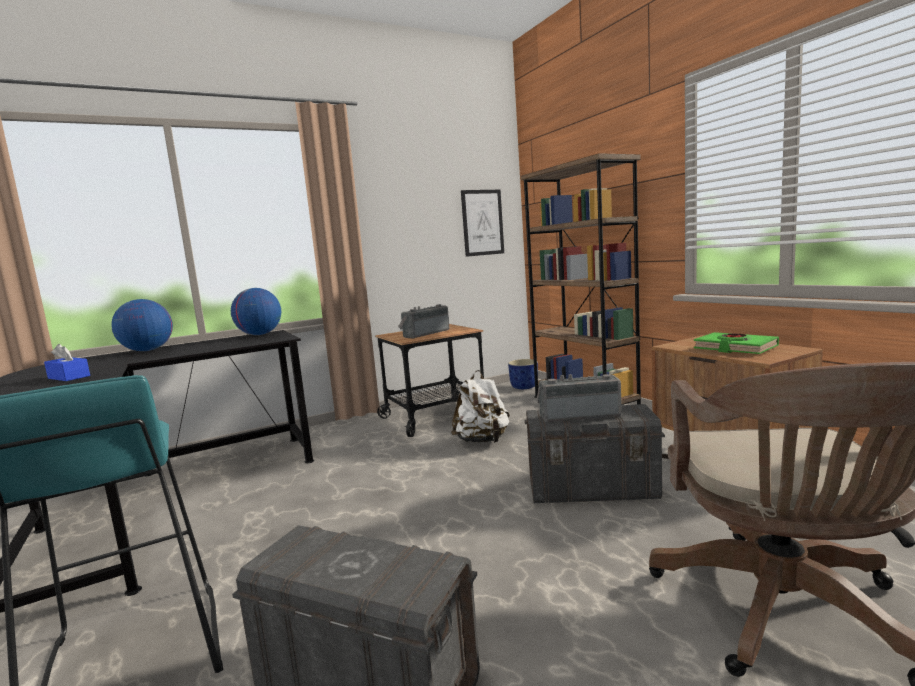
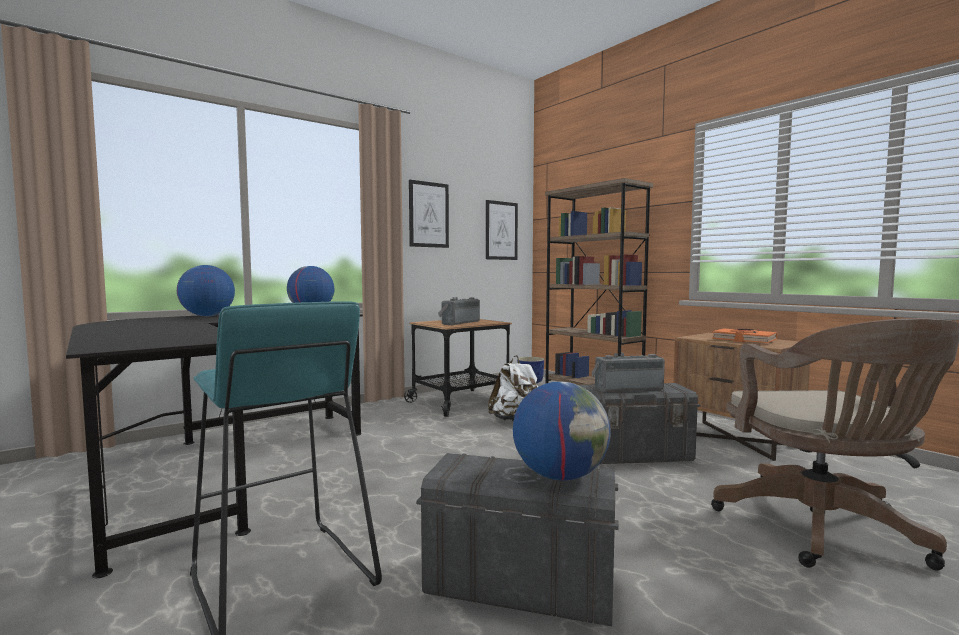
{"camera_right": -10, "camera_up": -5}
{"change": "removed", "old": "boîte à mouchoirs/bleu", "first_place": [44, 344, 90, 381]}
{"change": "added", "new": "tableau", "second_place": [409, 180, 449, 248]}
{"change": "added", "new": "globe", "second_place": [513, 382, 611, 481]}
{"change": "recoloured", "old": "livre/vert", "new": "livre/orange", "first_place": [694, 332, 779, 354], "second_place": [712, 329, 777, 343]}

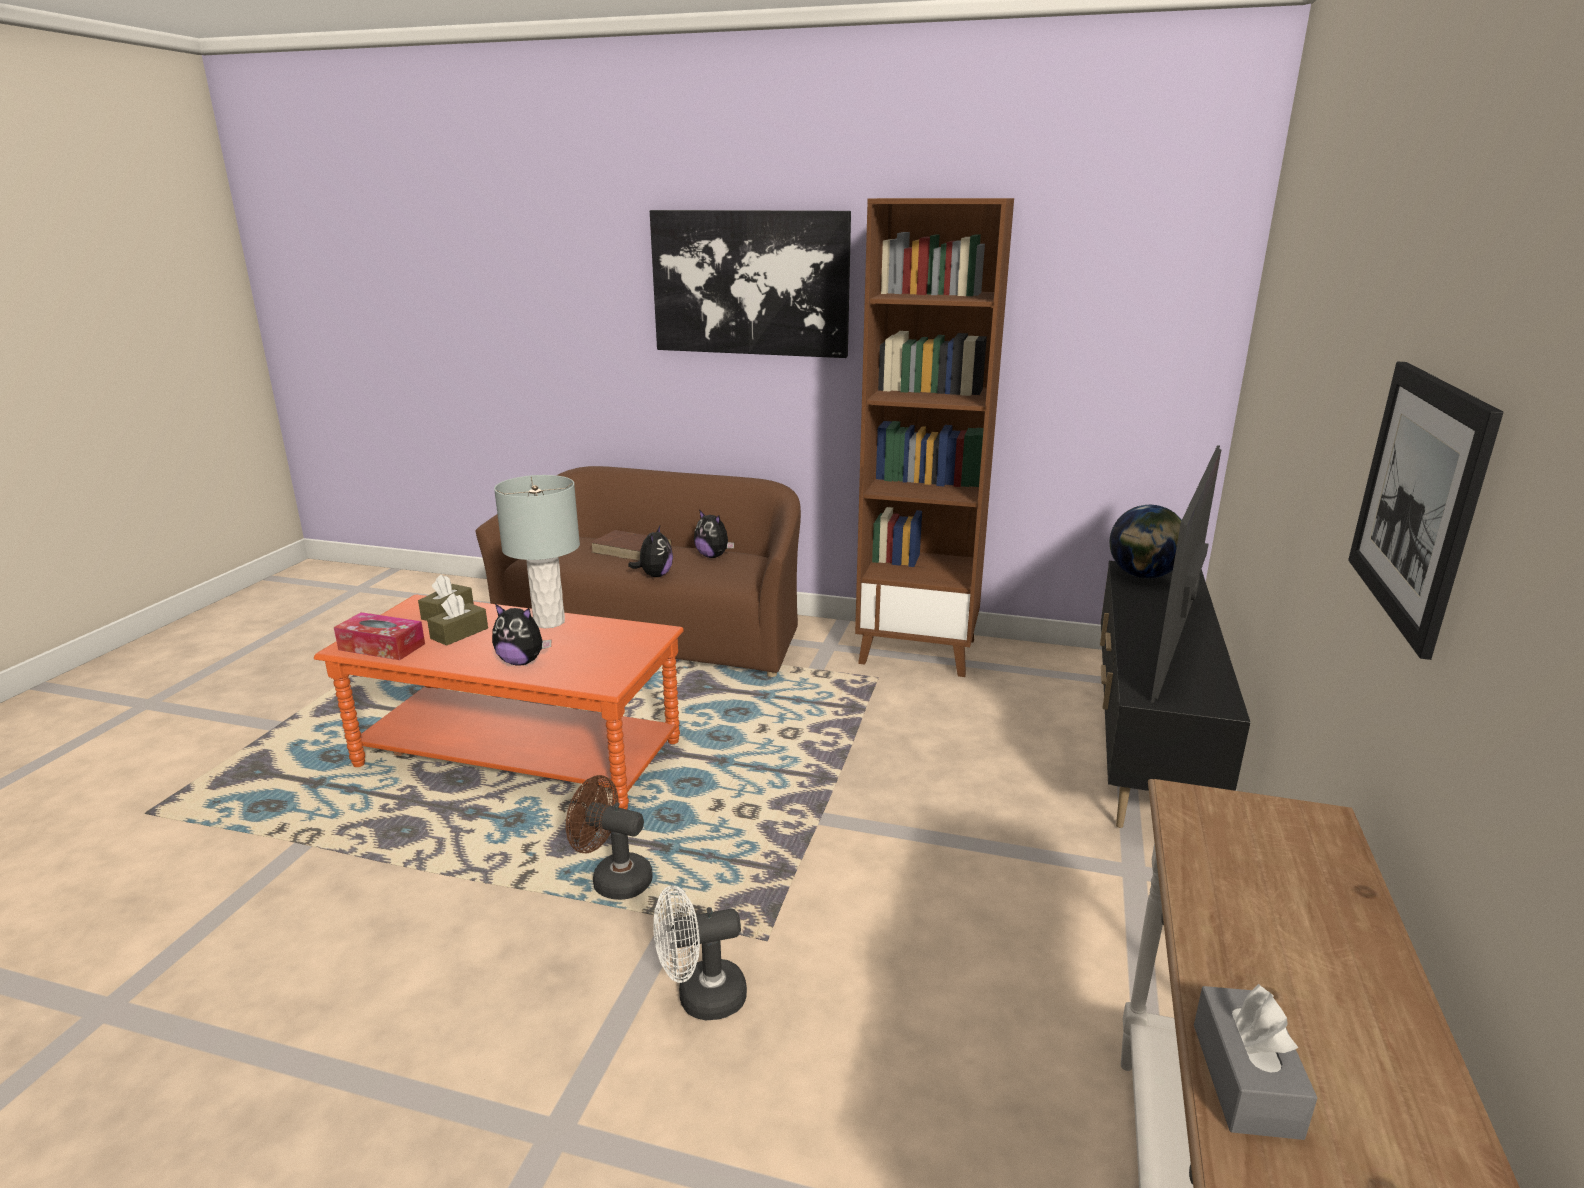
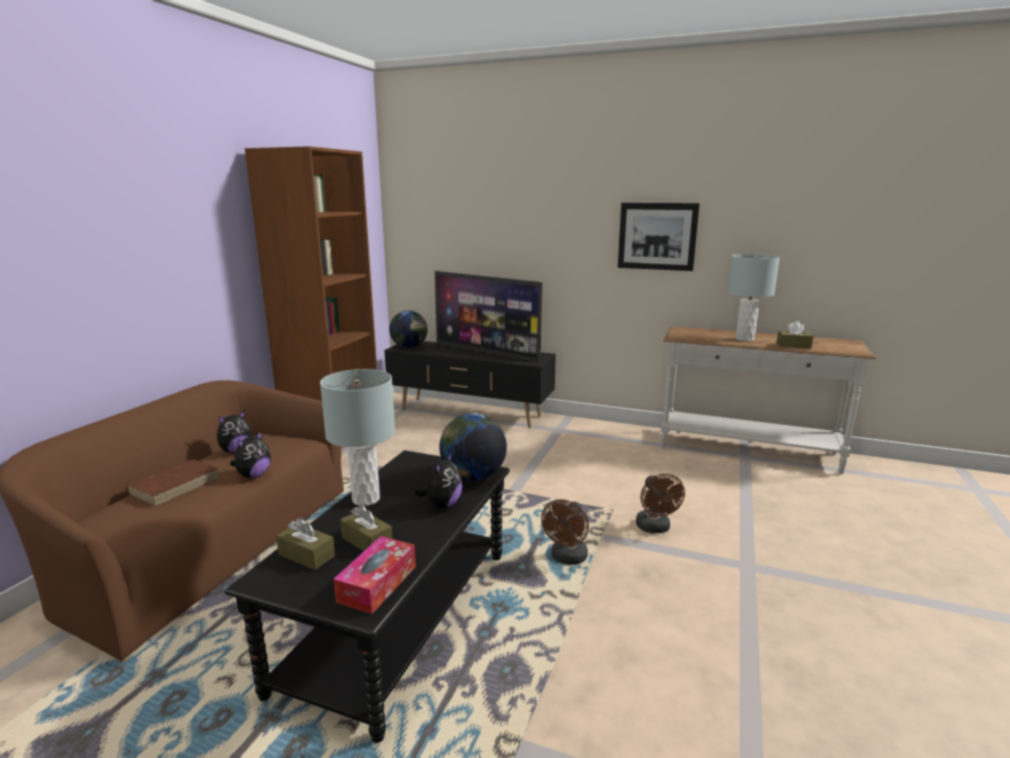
{"camera_right": -85, "camera_up": -5}
{"change": "removed", "old": "tableau", "first_place": [650, 210, 851, 358]}
{"change": "added", "new": "globe", "second_place": [439, 413, 507, 481]}
{"change": "added", "new": "lampe de table/gris", "second_place": [728, 254, 780, 341]}
{"change": "recoloured", "old": "table basse/orange", "new": "table basse/noir", "first_place": [314, 595, 684, 809], "second_place": [224, 450, 510, 743]}
{"change": "recoloured", "old": "ventilateur/blanc", "new": "ventilateur/marron", "first_place": [653, 886, 747, 1020], "second_place": [636, 474, 685, 533]}
{"change": "recoloured", "old": "boîte à mouchoirs/gris", "new": "boîte à mouchoirs/marron", "first_place": [1194, 984, 1317, 1140], "second_place": [777, 321, 813, 349]}
{"change": "turned", "old": "peluche", "first_place": [628, 526, 673, 577], "second_place": [230, 431, 271, 478], "degrees": 105}

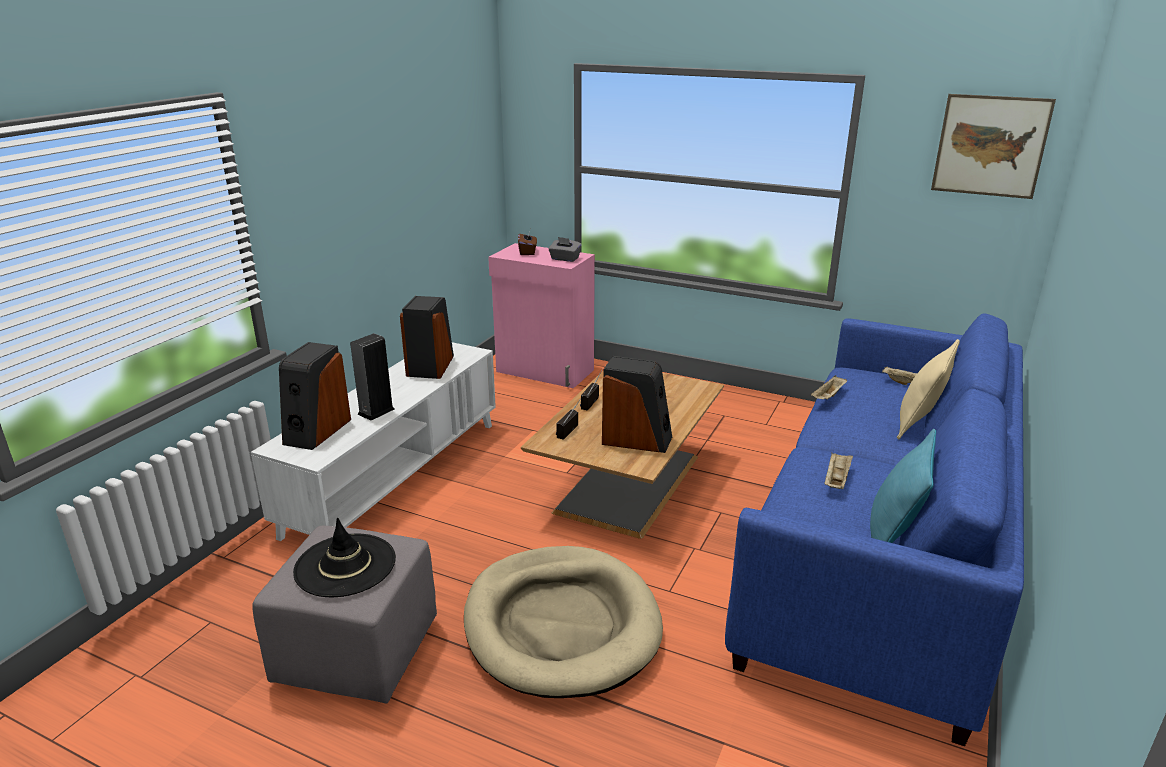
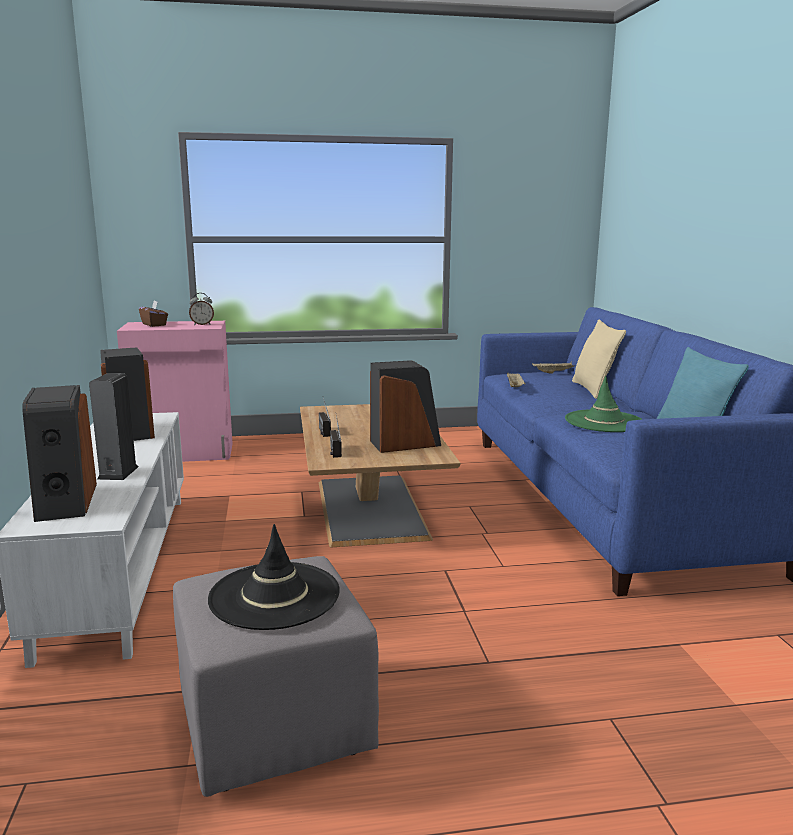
{"camera_right": -35, "camera_up": -10}
{"change": "removed", "old": "panier pour chien/beige", "first_place": [464, 546, 663, 698]}
{"change": "removed", "old": "tableau", "first_place": [931, 94, 1056, 199]}
{"change": "replaced", "old": "boîte à mouchoirs/gris", "new": "réveil", "first_place": [548, 237, 582, 262], "second_place": [189, 293, 214, 325]}
{"change": "replaced", "old": "plateau/beige", "new": "chapeau/vert", "first_place": [824, 453, 853, 489], "second_place": [565, 376, 643, 432]}

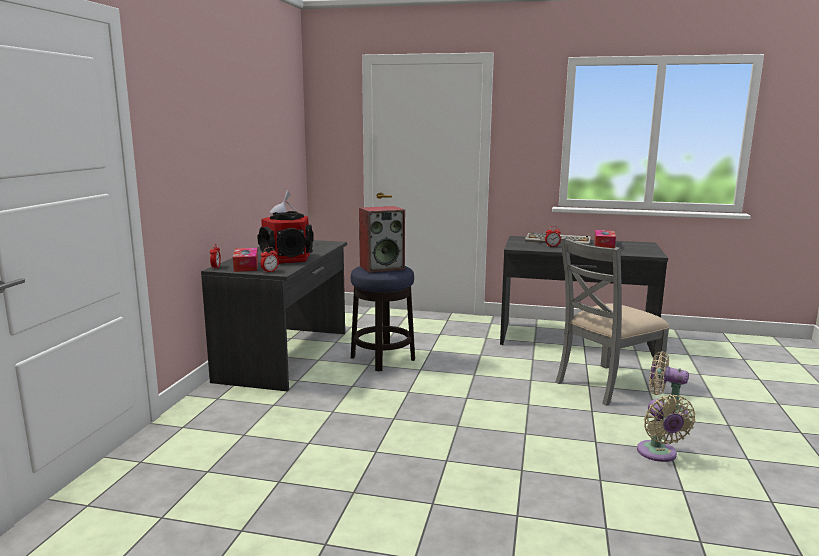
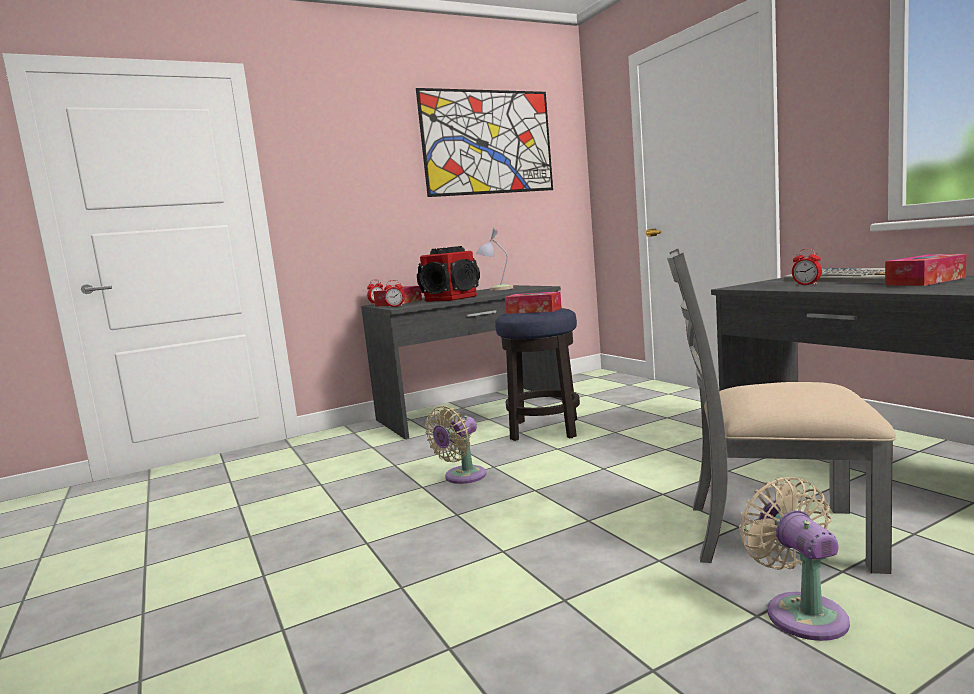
{"camera_right": 50, "camera_up": -5}
{"change": "added", "new": "tableau", "second_place": [416, 88, 553, 197]}
{"change": "moved", "old": "ventilateur/beige", "first_place": [637, 395, 696, 462], "second_place": [425, 406, 486, 484]}
{"change": "replaced", "old": "enceinte", "new": "boîte à mouchoirs", "first_place": [359, 206, 405, 273], "second_place": [505, 291, 562, 314]}

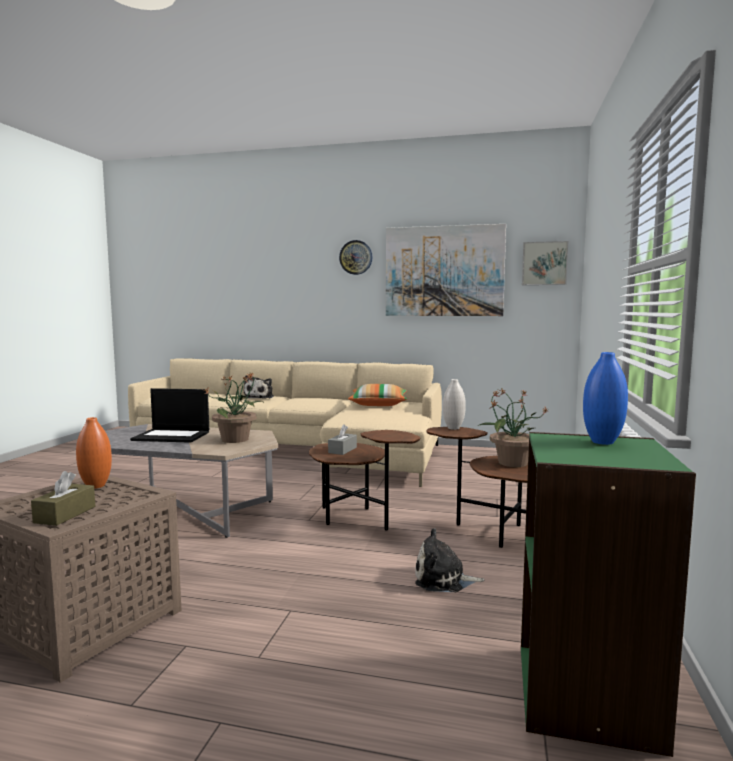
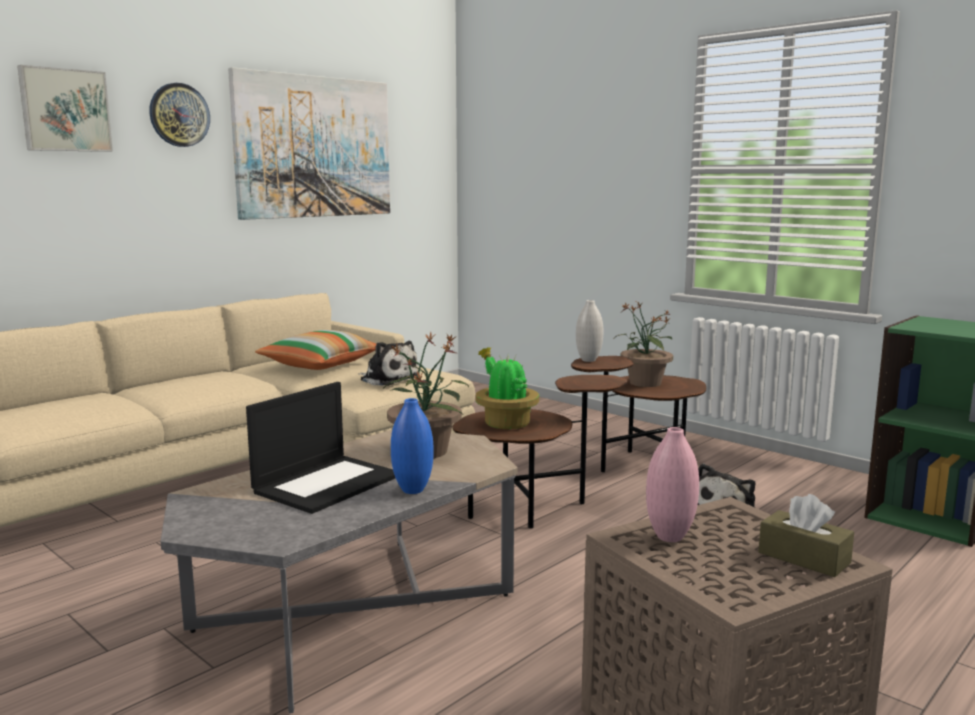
{"camera_right": -60, "camera_up": 5}
{"change": "moved", "old": "peluche", "first_place": [244, 375, 274, 399], "second_place": [359, 341, 418, 386]}
{"change": "moved", "old": "tableau", "first_place": [522, 241, 568, 285], "second_place": [17, 65, 113, 152]}
{"change": "moved", "old": "vase/bleu", "first_place": [583, 352, 628, 445], "second_place": [391, 398, 434, 494]}
{"change": "replaced", "old": "boîte à mouchoirs/gris", "new": "plante en pot", "first_place": [328, 424, 357, 455], "second_place": [476, 347, 539, 429]}
{"change": "recoloured", "old": "vase/orange", "new": "vase/rose", "first_place": [76, 417, 112, 489], "second_place": [646, 427, 699, 542]}

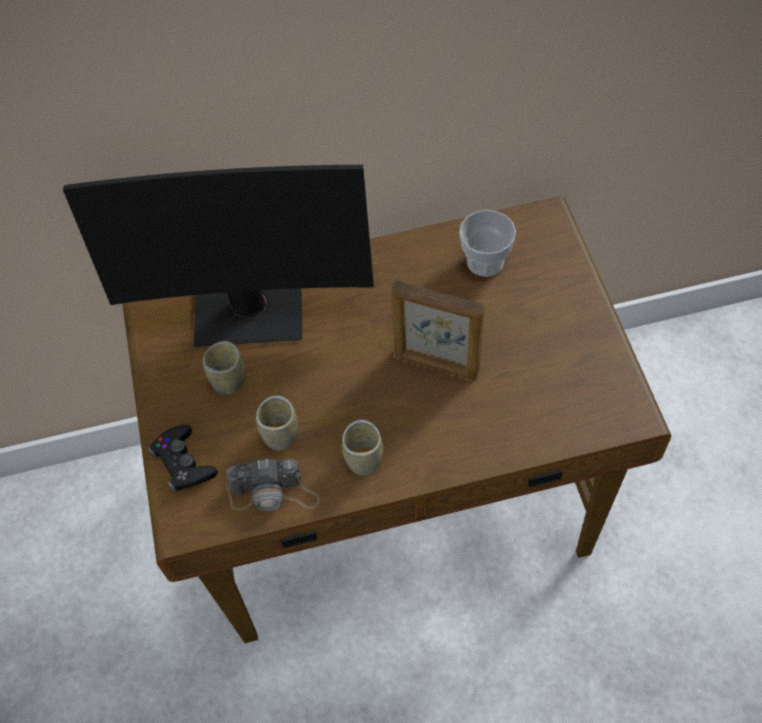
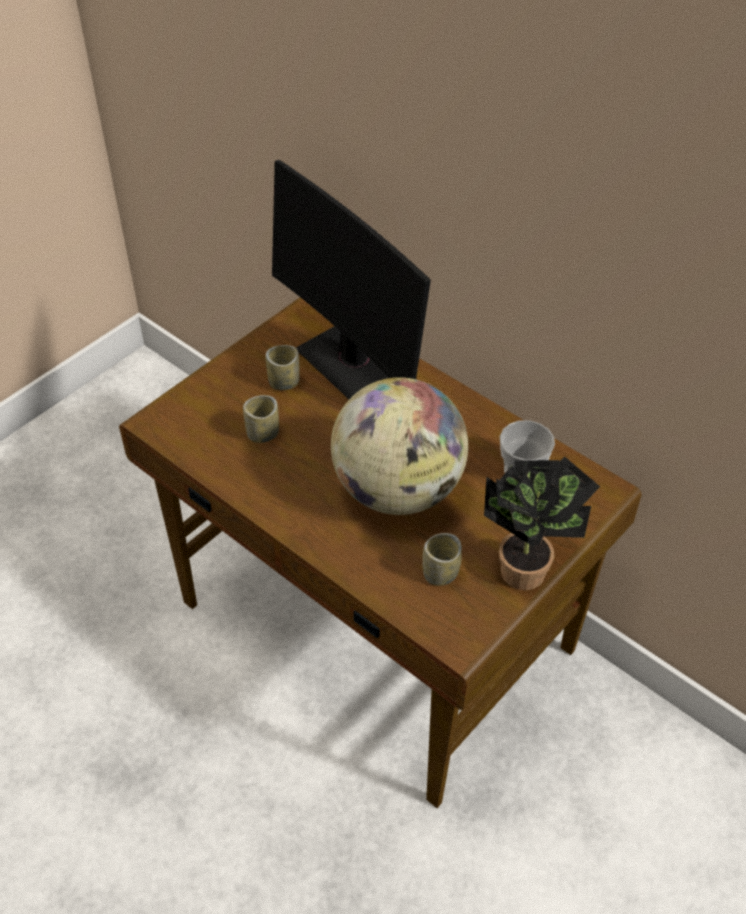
{"camera_right": 50, "camera_up": -10}
{"change": "removed", "old": "manette/noir", "first_place": [148, 425, 218, 492]}
{"change": "removed", "old": "appareil photo", "first_place": [226, 459, 320, 511]}
{"change": "added", "new": "plante en pot", "second_place": [484, 456, 600, 590]}
{"change": "moved", "old": "tasse", "first_place": [342, 420, 383, 476], "second_place": [422, 533, 462, 586]}
{"change": "replaced", "old": "cadre photo", "new": "globe", "first_place": [391, 280, 485, 380], "second_place": [331, 377, 468, 515]}

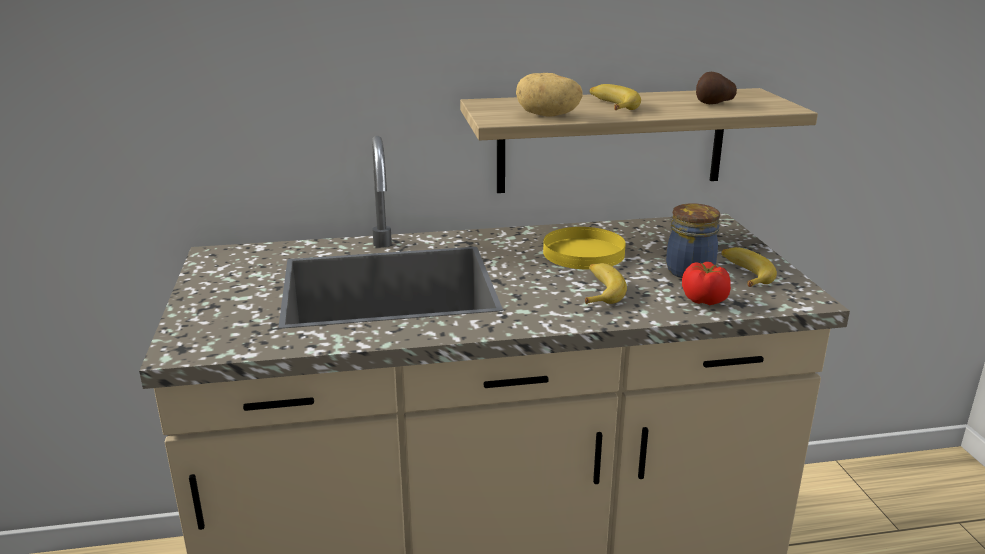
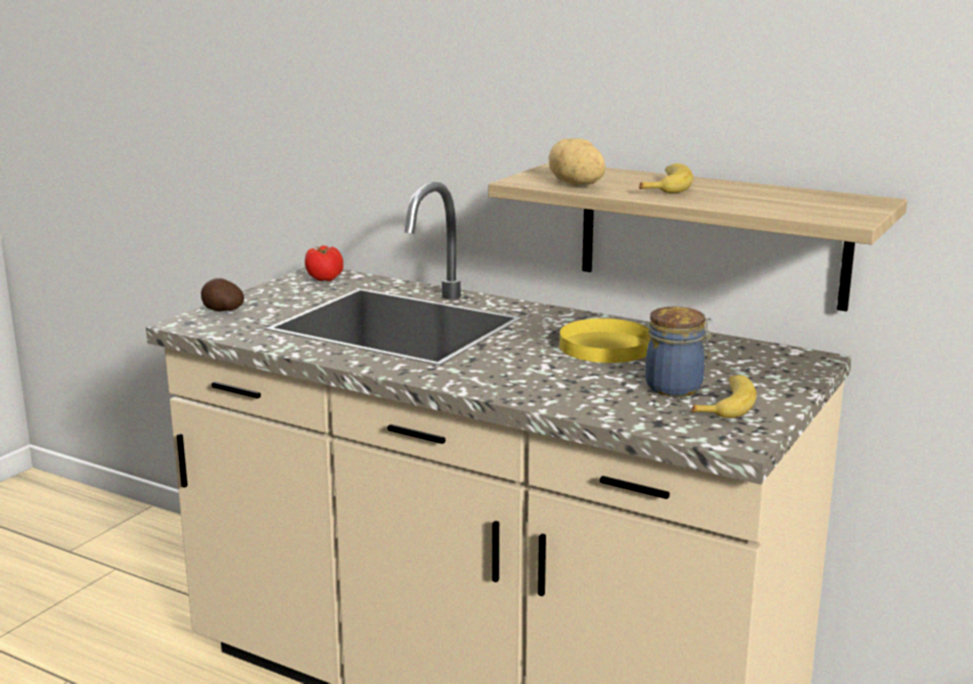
{"camera_right": 40, "camera_up": -5}
{"change": "removed", "old": "banane", "first_place": [585, 263, 627, 304]}
{"change": "moved", "old": "tomate", "first_place": [682, 262, 731, 305], "second_place": [305, 246, 343, 281]}
{"change": "moved", "old": "pomme de terre", "first_place": [696, 72, 737, 104], "second_place": [201, 278, 244, 312]}

